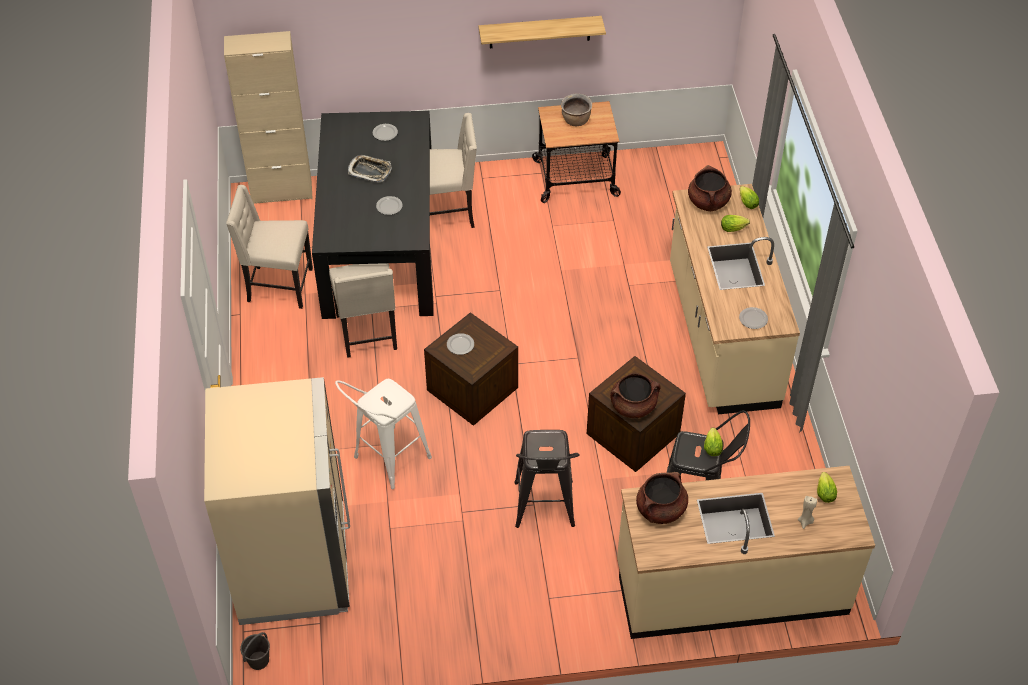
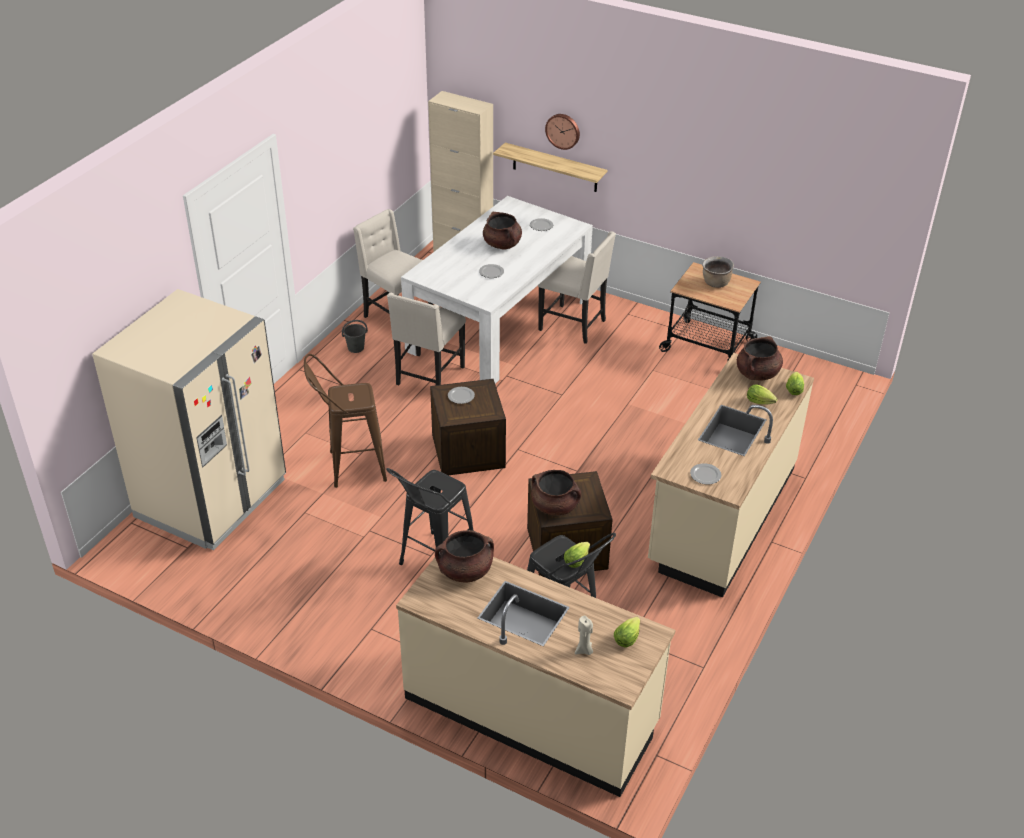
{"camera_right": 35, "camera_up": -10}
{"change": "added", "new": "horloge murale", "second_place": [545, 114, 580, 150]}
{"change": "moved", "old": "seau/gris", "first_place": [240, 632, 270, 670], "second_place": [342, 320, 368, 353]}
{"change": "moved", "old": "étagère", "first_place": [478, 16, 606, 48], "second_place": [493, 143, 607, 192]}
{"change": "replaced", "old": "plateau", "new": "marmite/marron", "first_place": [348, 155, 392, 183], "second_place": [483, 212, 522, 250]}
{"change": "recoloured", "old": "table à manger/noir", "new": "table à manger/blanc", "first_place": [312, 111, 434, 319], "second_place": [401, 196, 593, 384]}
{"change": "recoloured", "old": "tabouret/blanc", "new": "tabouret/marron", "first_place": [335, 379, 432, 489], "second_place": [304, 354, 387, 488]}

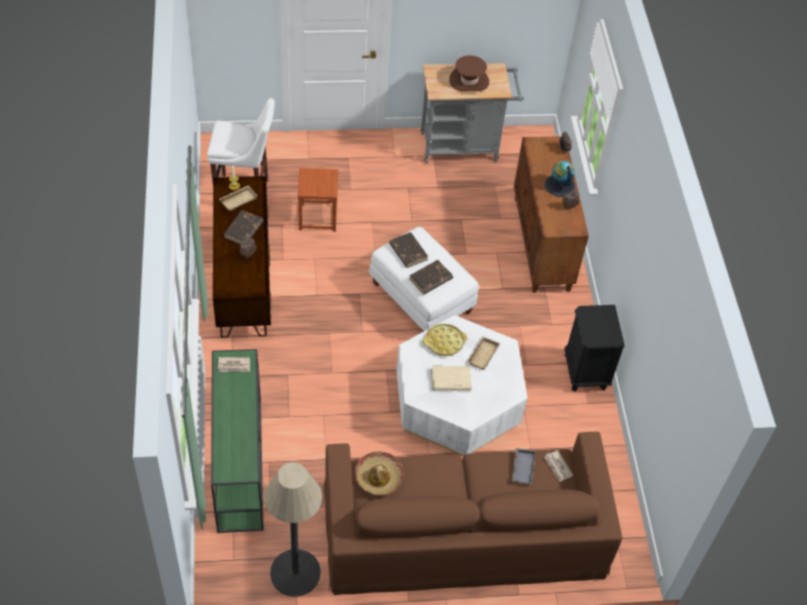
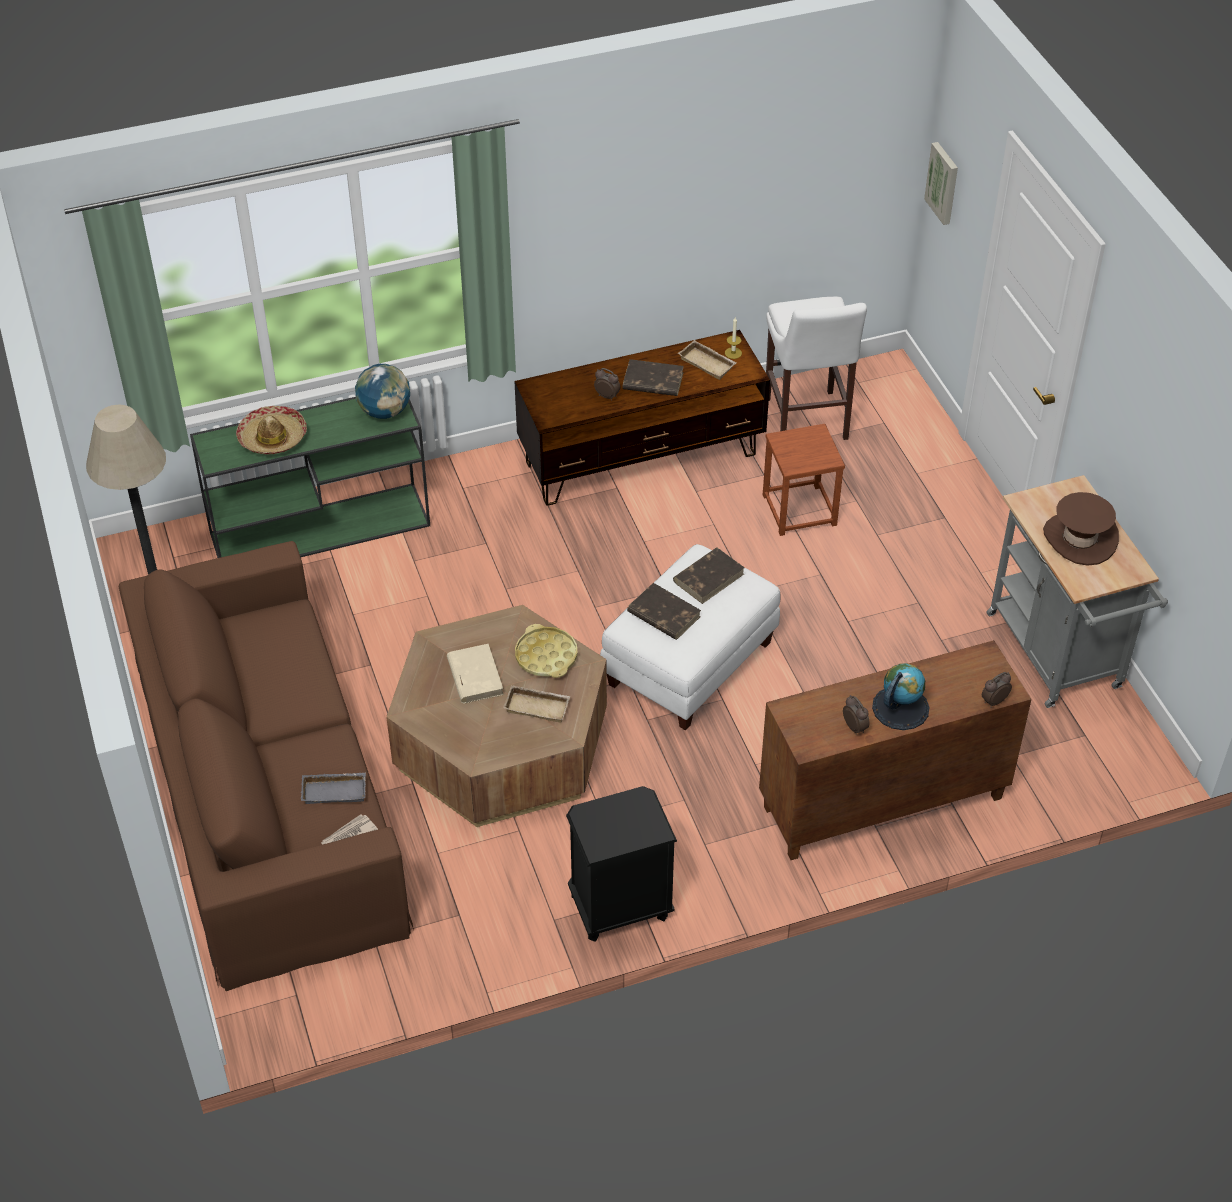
{"camera_right": 80, "camera_up": -5}
{"change": "added", "new": "tableau", "second_place": [924, 142, 958, 225]}
{"change": "moved", "old": "chapeau", "first_place": [355, 452, 404, 495], "second_place": [236, 406, 307, 454]}
{"change": "replaced", "old": "journal", "new": "globe", "first_place": [218, 357, 250, 372], "second_place": [355, 364, 410, 419]}
{"change": "recoloured", "old": "table basse/blanc", "new": "table basse/marron", "first_place": [396, 315, 528, 456], "second_place": [386, 605, 607, 827]}

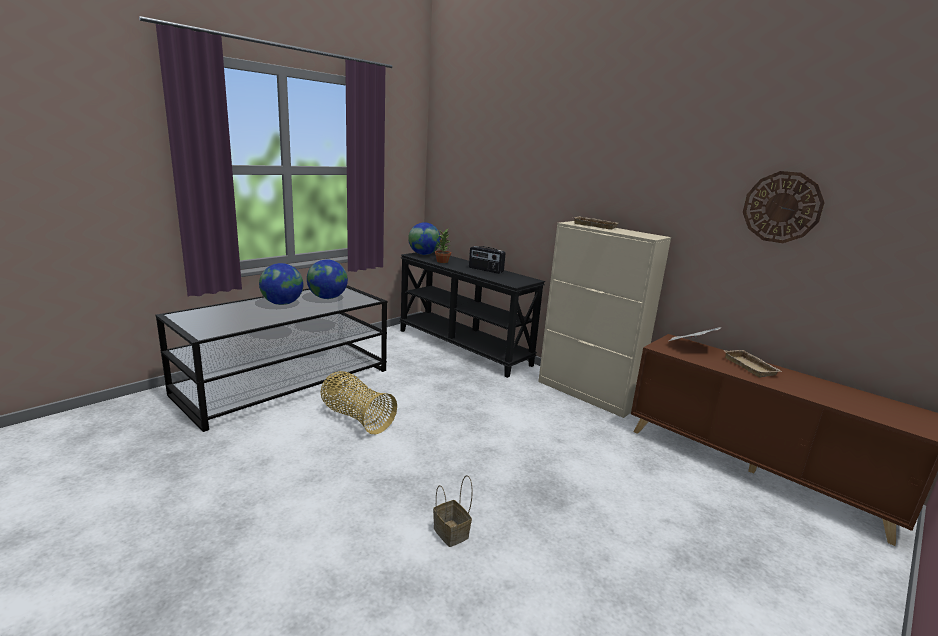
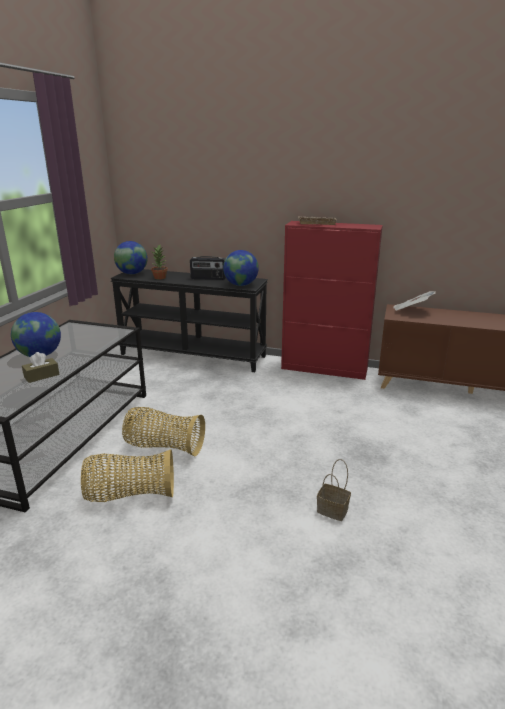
{"camera_right": -25, "camera_up": 5}
{"change": "removed", "old": "plateau/beige", "first_place": [723, 350, 783, 377]}
{"change": "removed", "old": "horloge murale", "first_place": [743, 171, 825, 243]}
{"change": "added", "new": "boîte à mouchoirs/marron", "second_place": [22, 352, 59, 383]}
{"change": "added", "new": "panier", "second_place": [81, 449, 174, 502]}
{"change": "moved", "old": "globe", "first_place": [307, 259, 348, 299], "second_place": [223, 250, 259, 286]}
{"change": "recoloured", "old": "meuble de rangement/beige", "new": "meuble de rangement/rouge", "first_place": [538, 221, 671, 418], "second_place": [281, 221, 383, 380]}

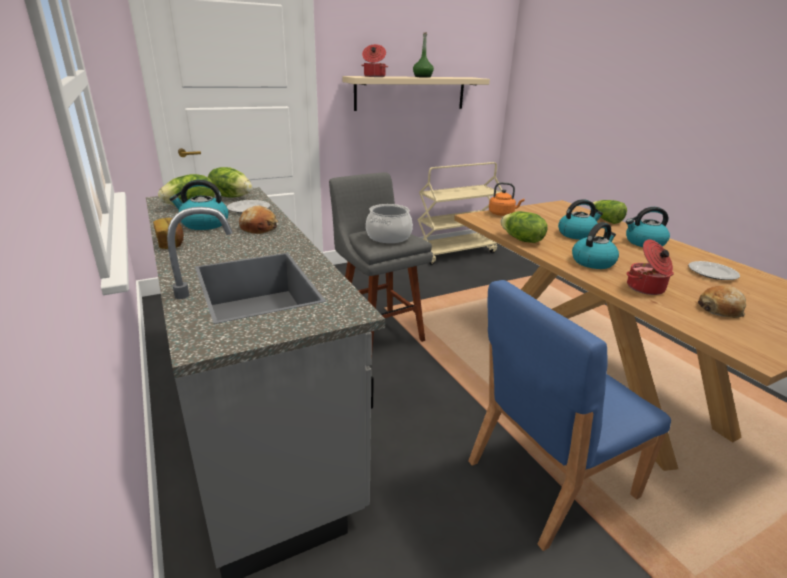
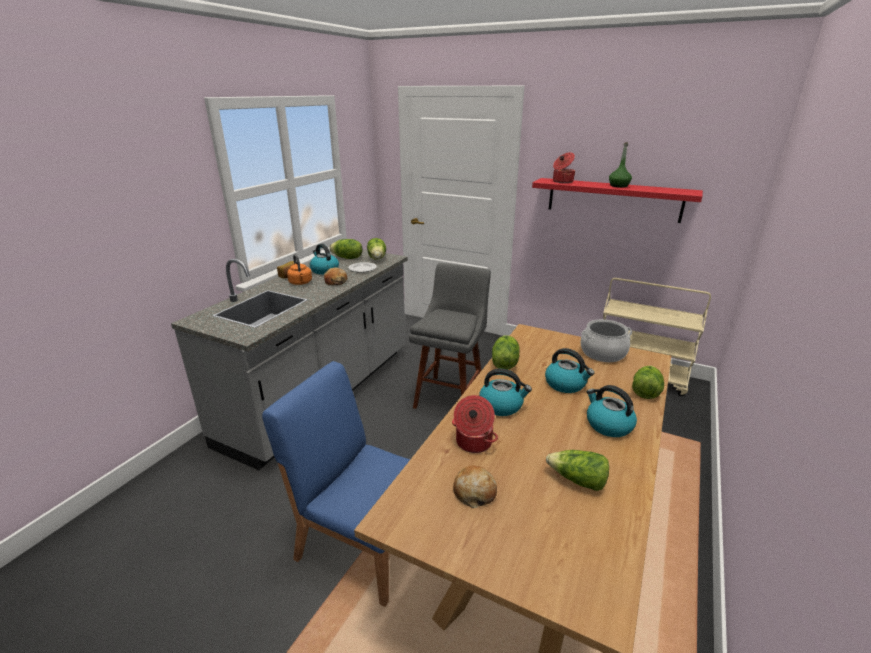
{"camera_right": 55, "camera_up": 0}
{"change": "moved", "old": "marmite", "first_place": [366, 204, 413, 243], "second_place": [580, 319, 632, 362]}
{"change": "moved", "old": "bouilloire/orange", "first_place": [489, 182, 525, 216], "second_place": [287, 254, 312, 285]}
{"change": "replaced", "old": "assiette", "new": "laitue", "first_place": [688, 261, 740, 280], "second_place": [546, 450, 609, 491]}
{"change": "recoloured", "old": "étagère/beige", "new": "étagère/rouge", "first_place": [342, 76, 490, 111], "second_place": [532, 178, 703, 223]}

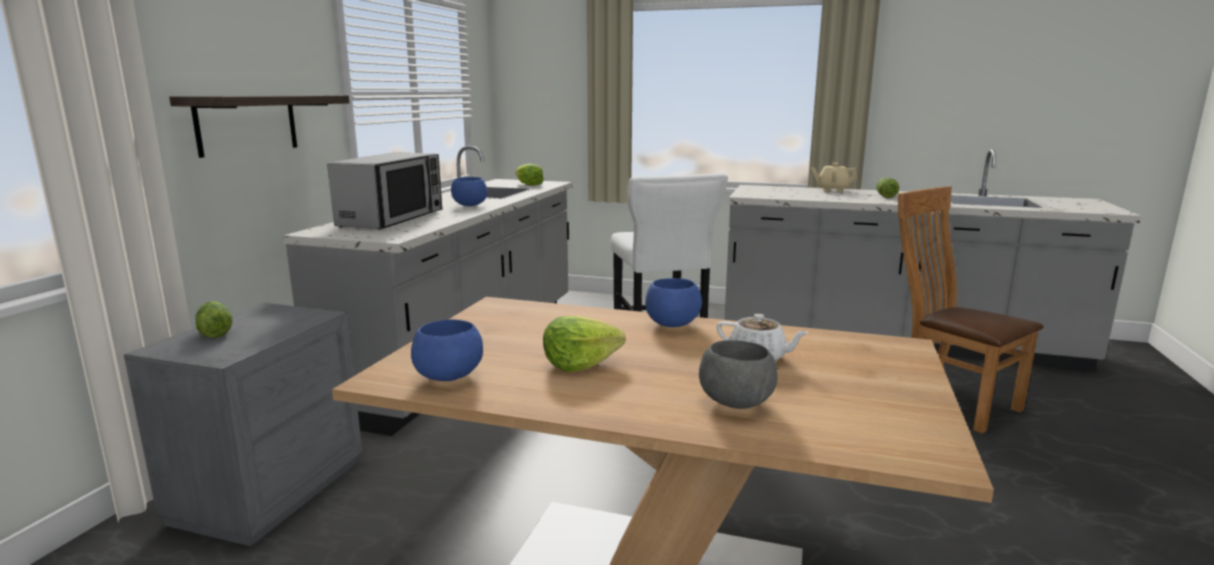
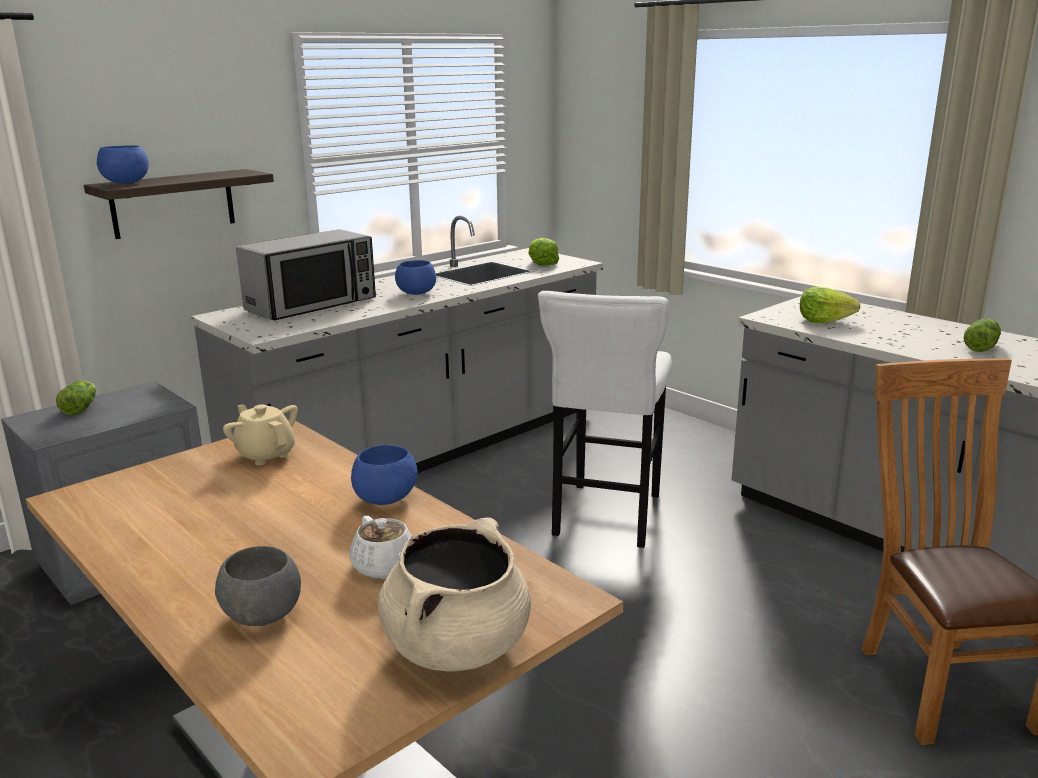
{"camera_right": 30, "camera_up": 5}
{"change": "added", "new": "marmite/beige", "second_place": [378, 517, 531, 672]}
{"change": "moved", "old": "bol/bleu", "first_place": [411, 319, 483, 381], "second_place": [97, 145, 149, 184]}
{"change": "moved", "old": "laitue", "first_place": [543, 316, 626, 372], "second_place": [800, 286, 861, 323]}
{"change": "moved", "old": "théière/beige", "first_place": [811, 163, 857, 192], "second_place": [223, 405, 298, 466]}

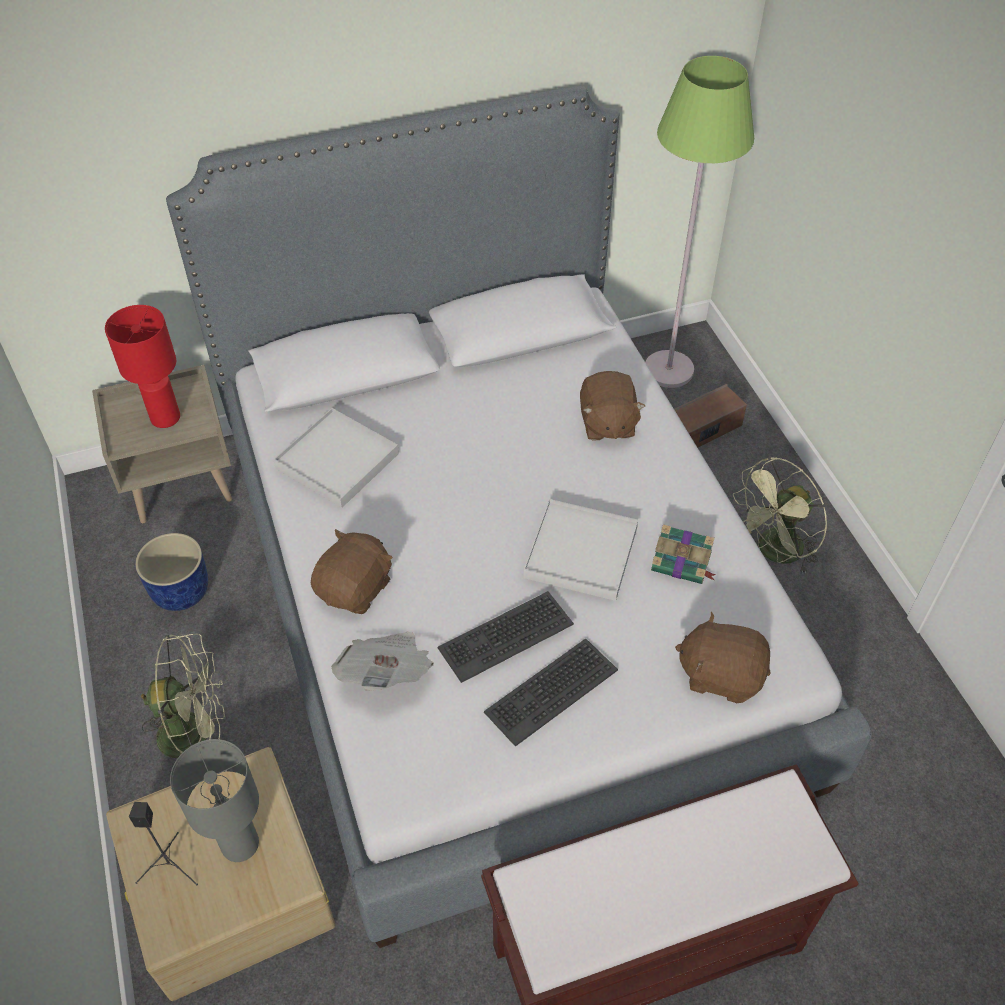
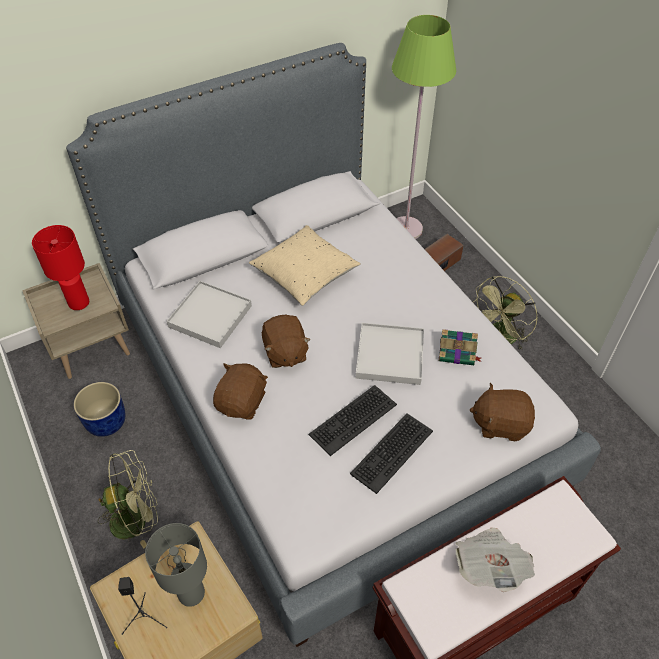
{"camera_right": -10, "camera_up": 0}
{"change": "added", "new": "coussin/beige", "second_place": [249, 225, 360, 306]}
{"change": "moved", "old": "journal", "first_place": [331, 632, 434, 691], "second_place": [455, 527, 535, 592]}
{"change": "moved", "old": "peluche/marron", "first_place": [580, 371, 645, 441], "second_place": [262, 314, 311, 368]}

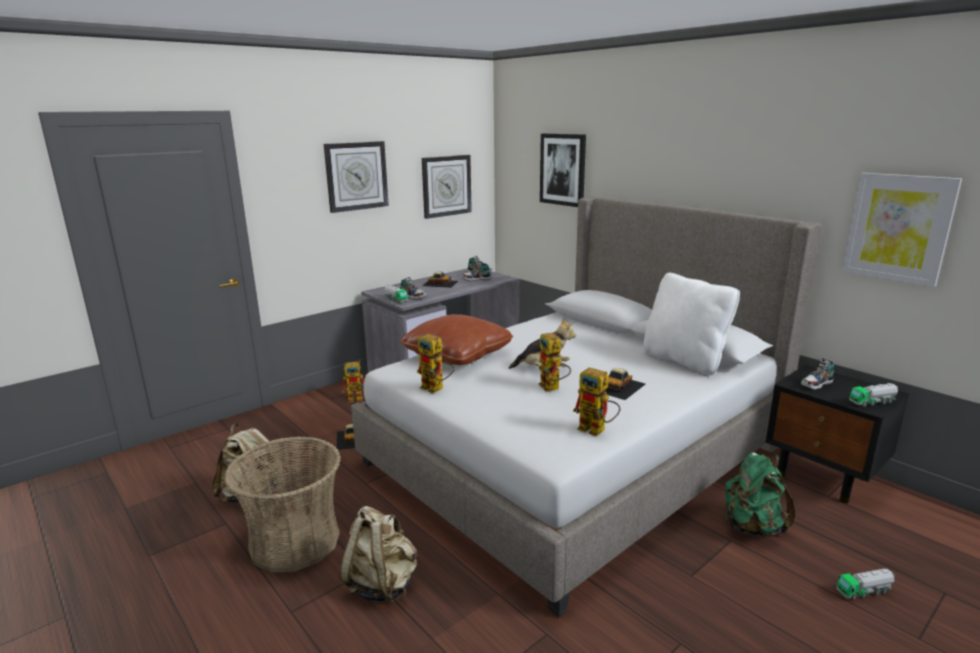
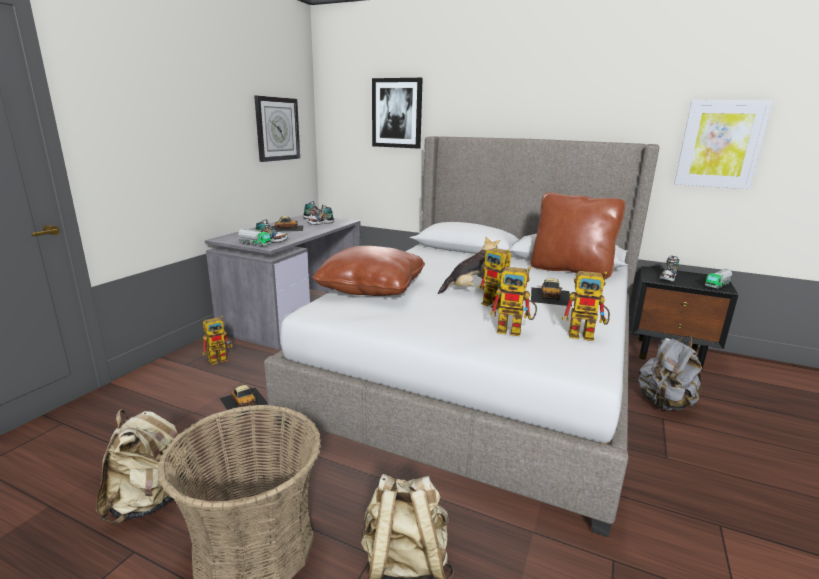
{"camera_right": -25, "camera_up": 0}
{"change": "removed", "old": "horloge murale", "first_place": [324, 141, 389, 213]}
{"change": "removed", "old": "camion jouet", "first_place": [836, 568, 895, 600]}
{"change": "moved", "old": "robot jouet", "first_place": [417, 334, 455, 393], "second_place": [490, 267, 537, 336]}
{"change": "recoloured", "old": "coussin/blanc", "new": "coussin/marron", "first_place": [643, 273, 740, 375], "second_place": [531, 192, 625, 279]}
{"change": "recoloured", "old": "sac à dos/vert", "new": "sac à dos/gris", "first_place": [725, 452, 795, 536], "second_place": [638, 336, 702, 410]}

